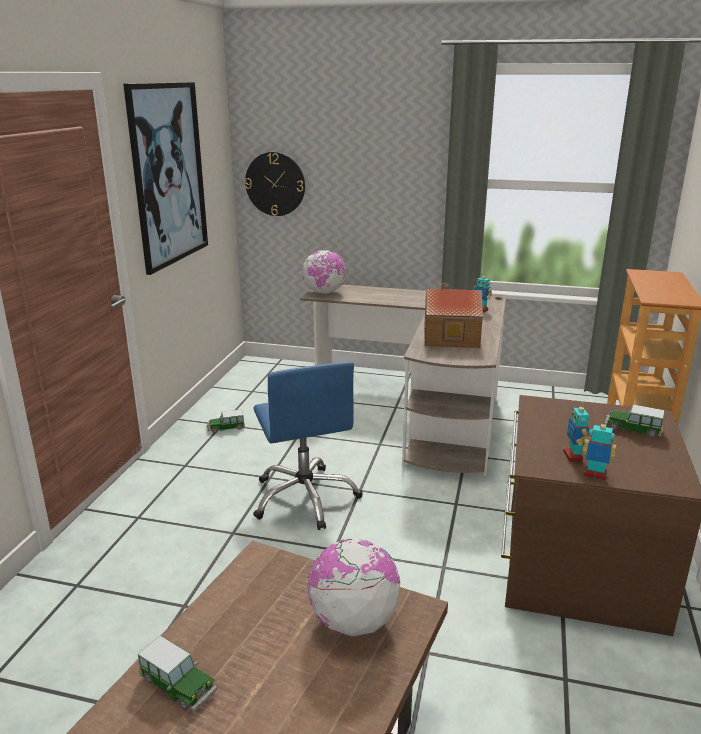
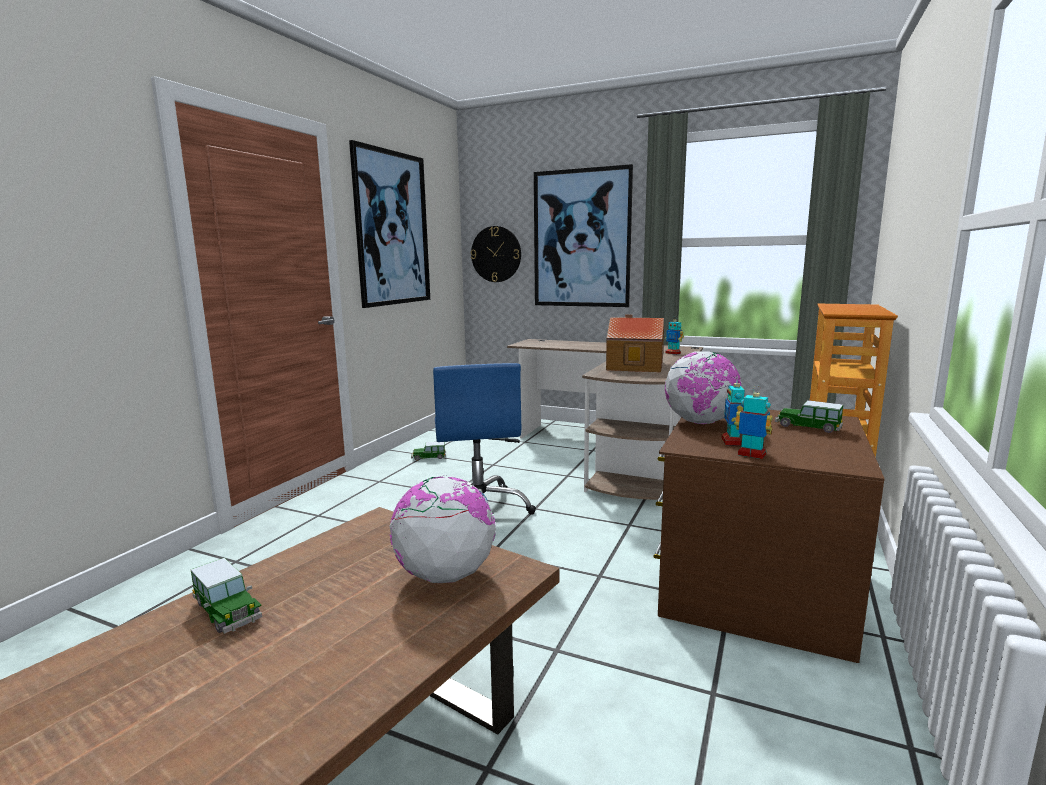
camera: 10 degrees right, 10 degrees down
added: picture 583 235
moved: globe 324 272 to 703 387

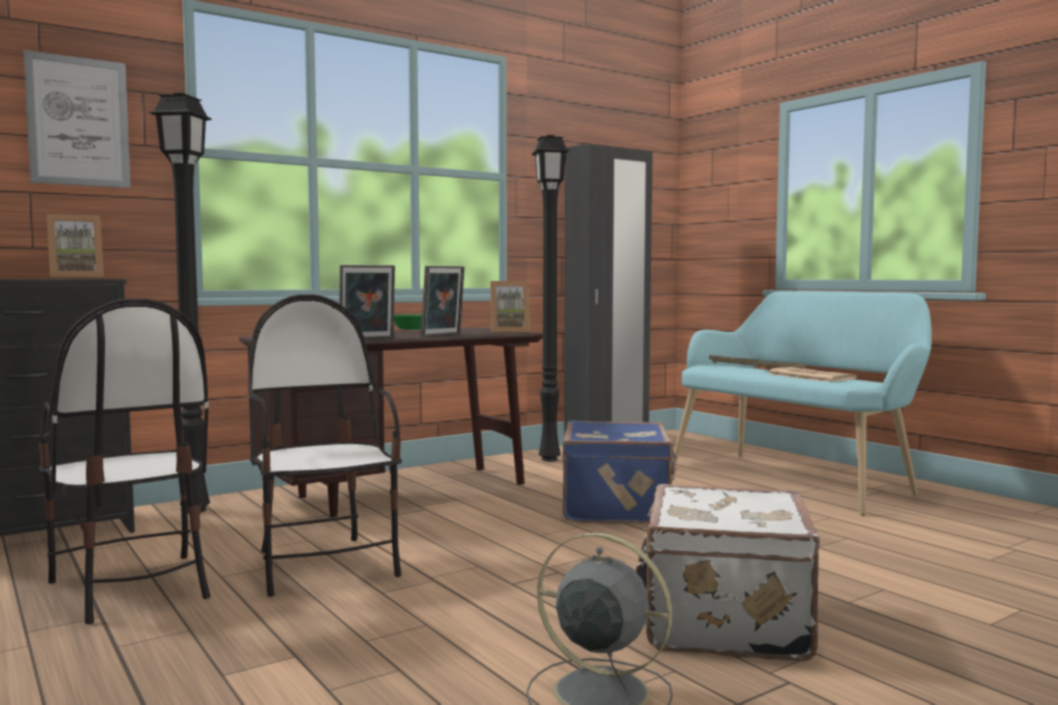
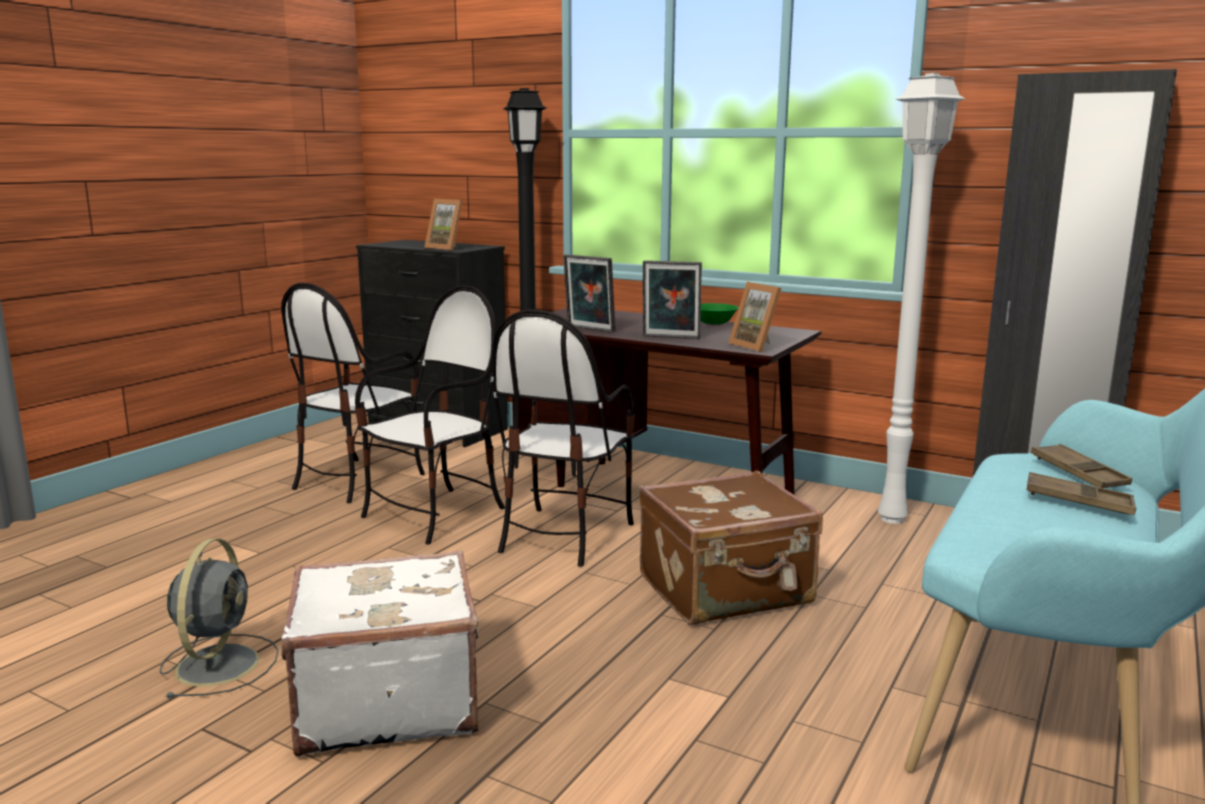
camera: 65 degrees right, 10 degrees up
removed: picture 77 119; newspaper 811 374
added: chair 563 438
recoloured: black floor lamp 550 298 to white floor lamp 922 298; blue suitcase 620 472 to brown suitcase 731 547

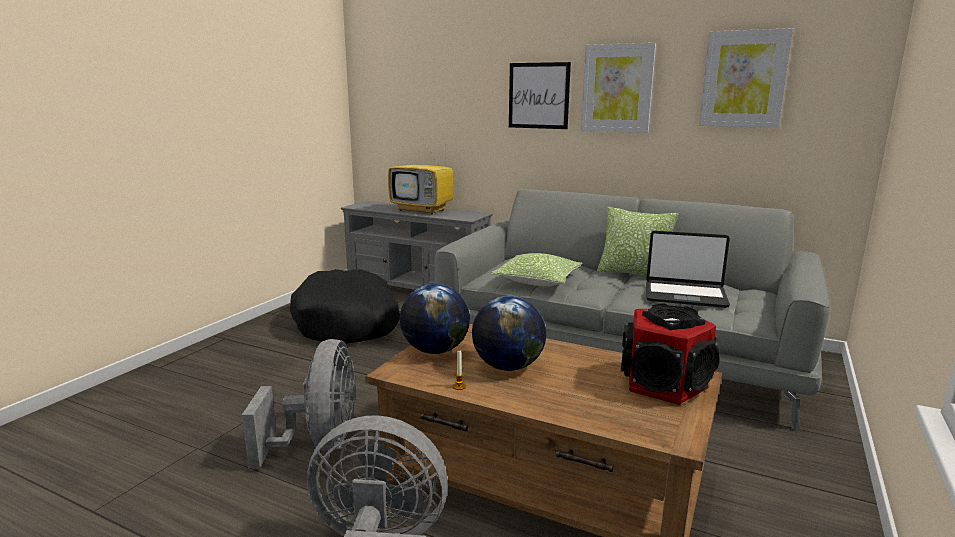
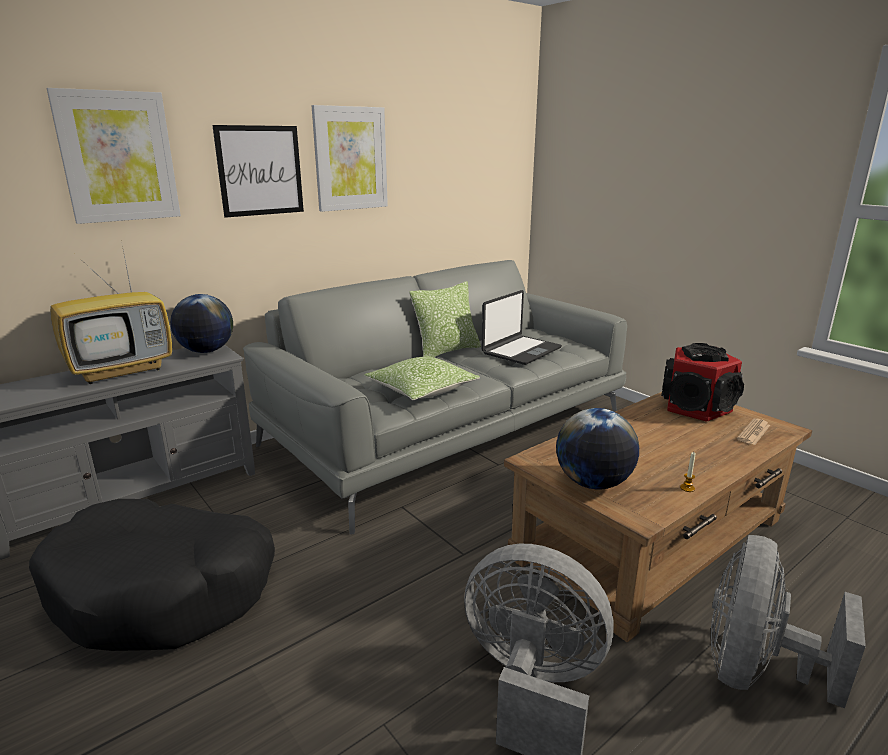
camera: 65 degrees left, 5 degrees up
added: newspaper 753 431
moved: picture 746 78 to 114 156; globe 509 333 to 201 323

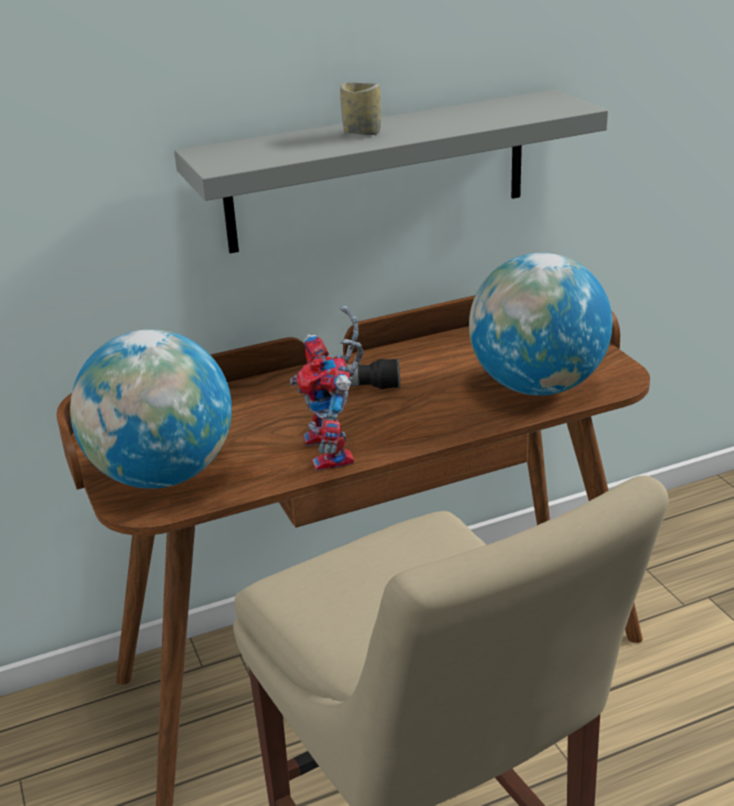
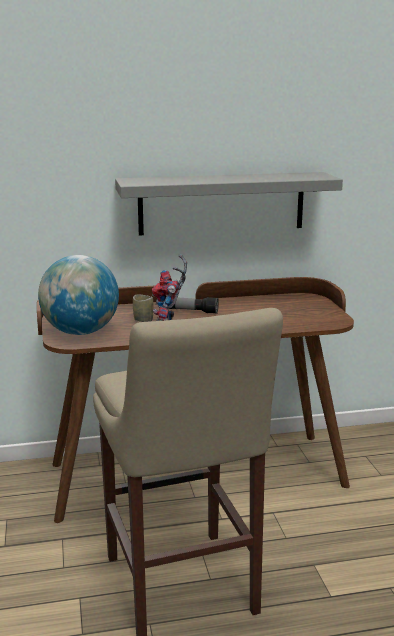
camera: 10 degrees right, 10 degrees down
removed: globe 540 324
moved: cup 360 108 to 143 308

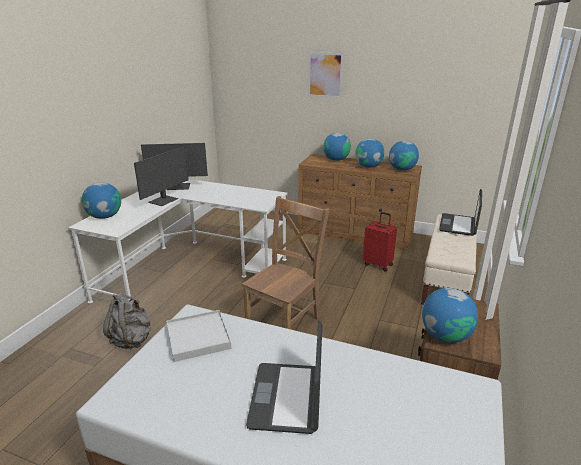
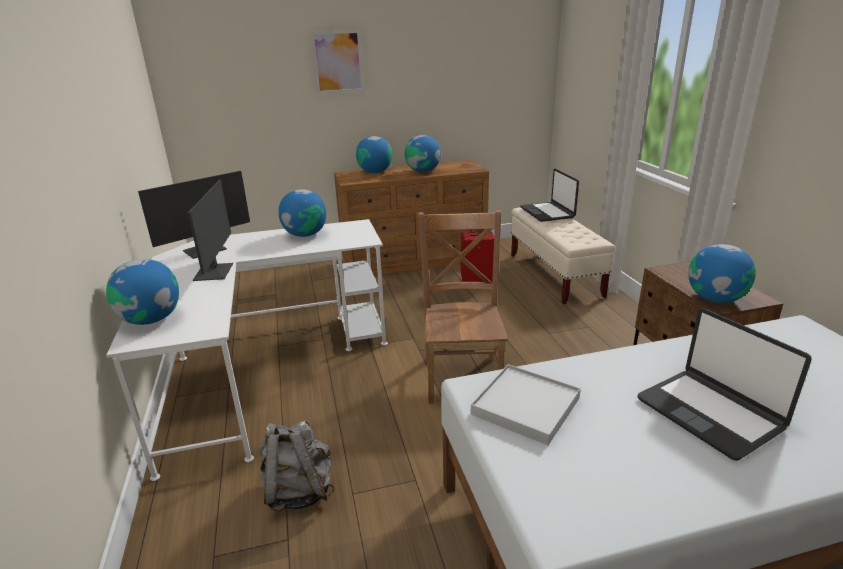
camera: 35 degrees left, 0 degrees up
moved: globe 404 156 to 302 213

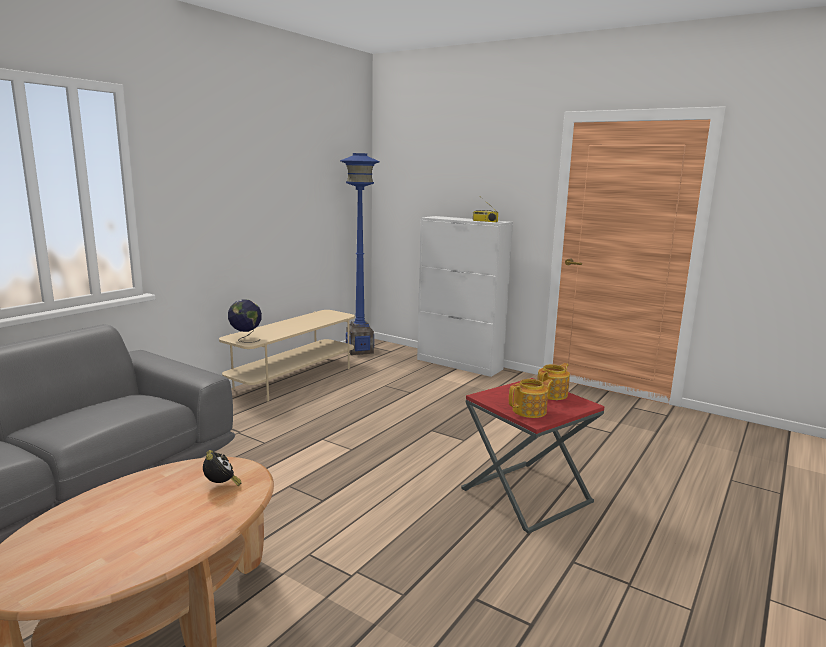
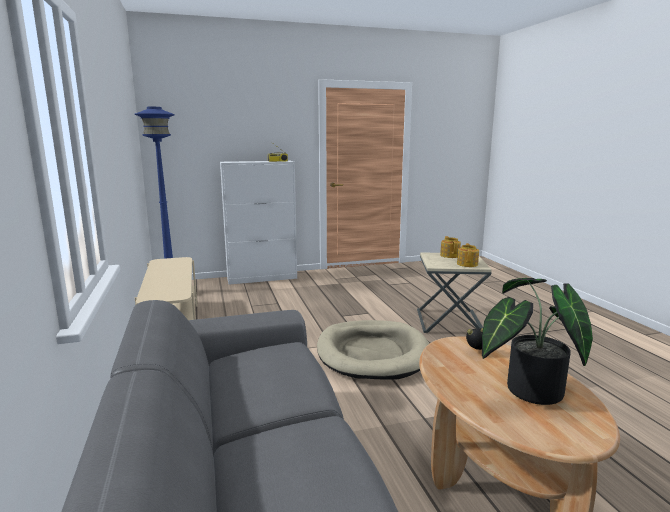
camera: 50 degrees left, 0 degrees up
removed: globe 245 321
added: potted plant 537 341; beige dog bed 373 350
recoloured: red side table 532 456 to beige side table 454 292

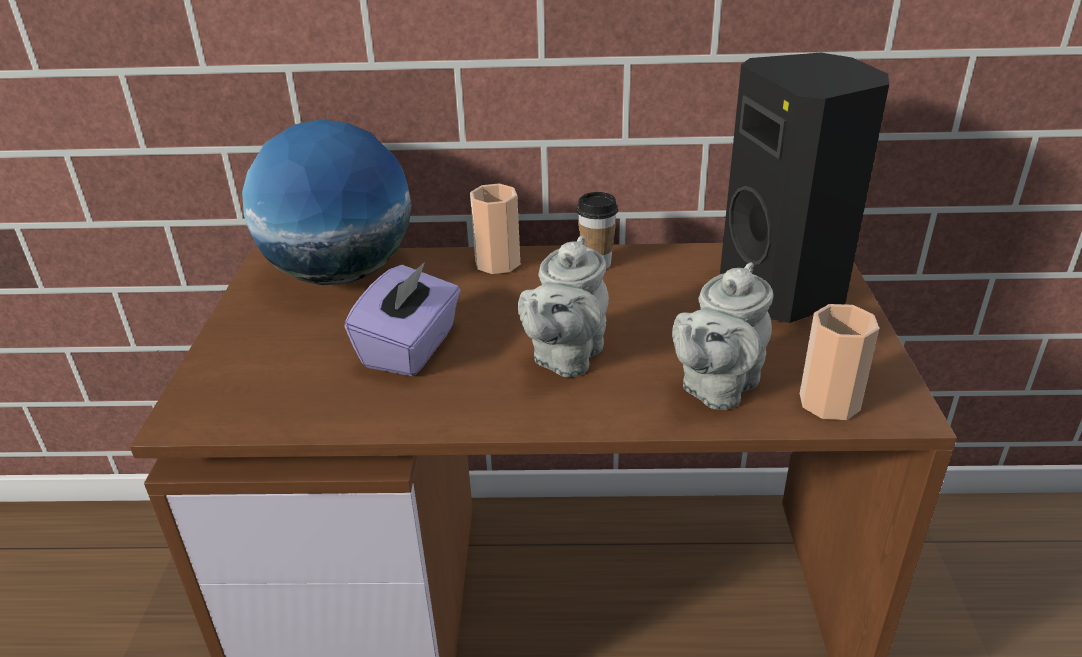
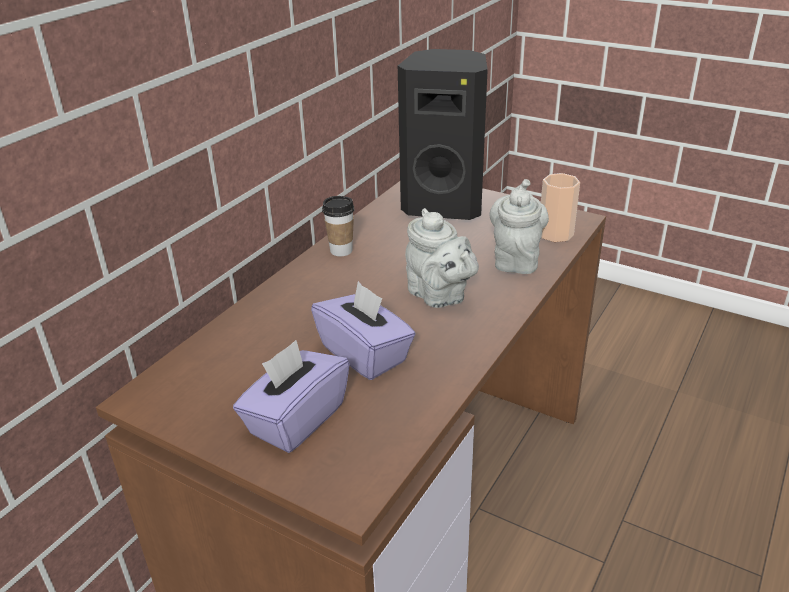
camera: 60 degrees left, 0 degrees up
removed: globe 327 202; cup 495 229
added: purple tissue box 291 396
turned: grey teapot 723 336 = 519 226 150 degrees counterclockwise

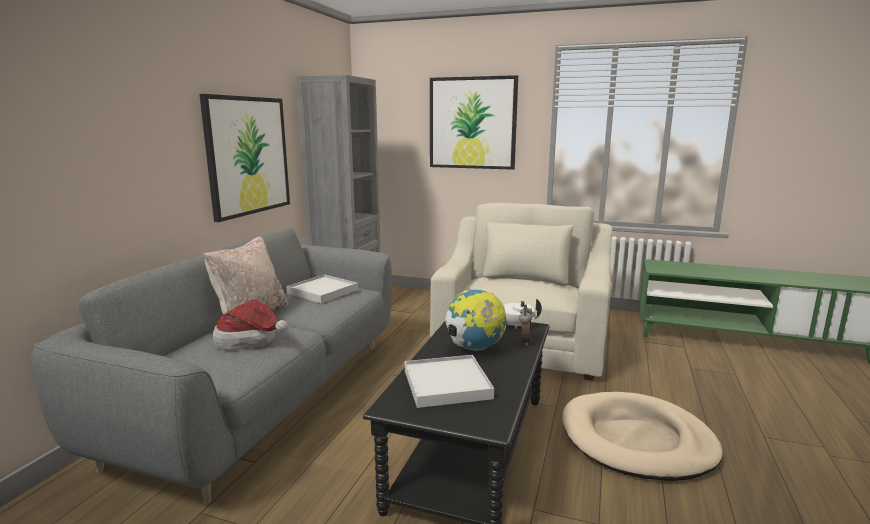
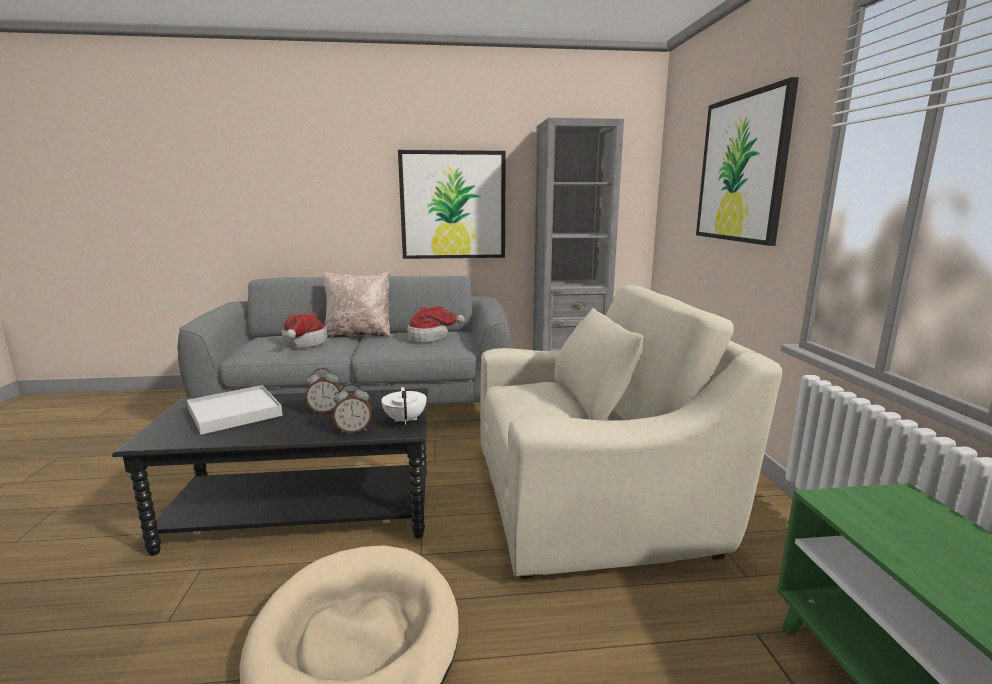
camera: 65 degrees right, 0 degrees up
replaced: white tray 322 288 to hat 436 325; globe 476 320 to alarm clock 322 390

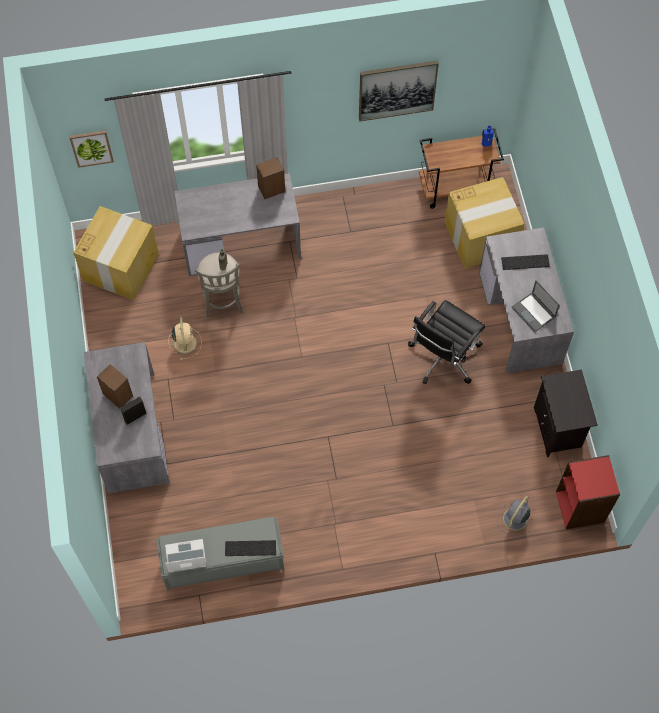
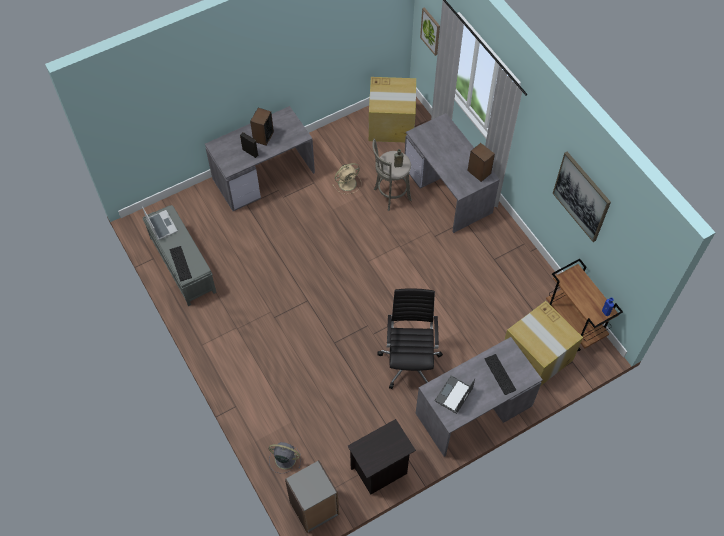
camera: 70 degrees right, 5 degrees down
recoloured: red bookcase 588 492 to grey bookcase 312 496
turned: black office chair 446 342 = 410 339 75 degrees clockwise

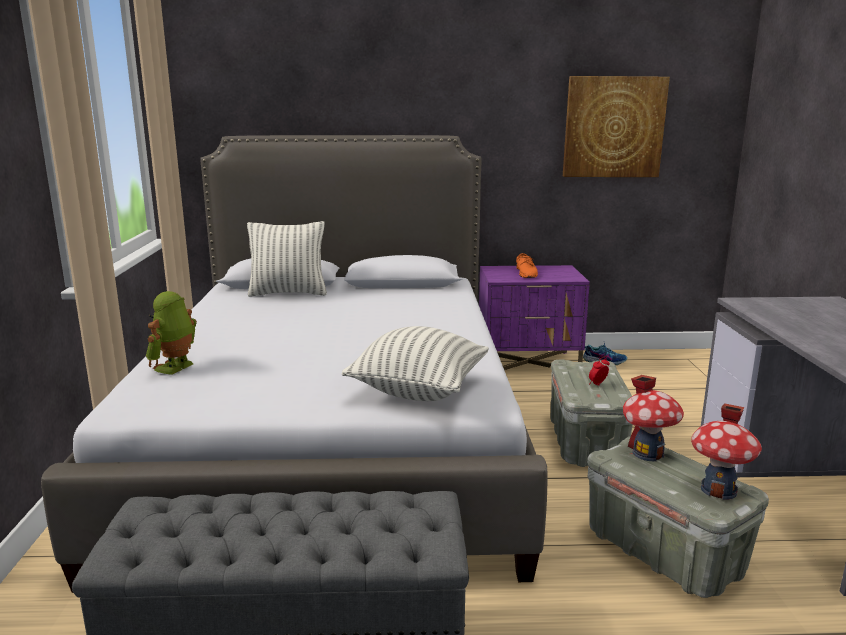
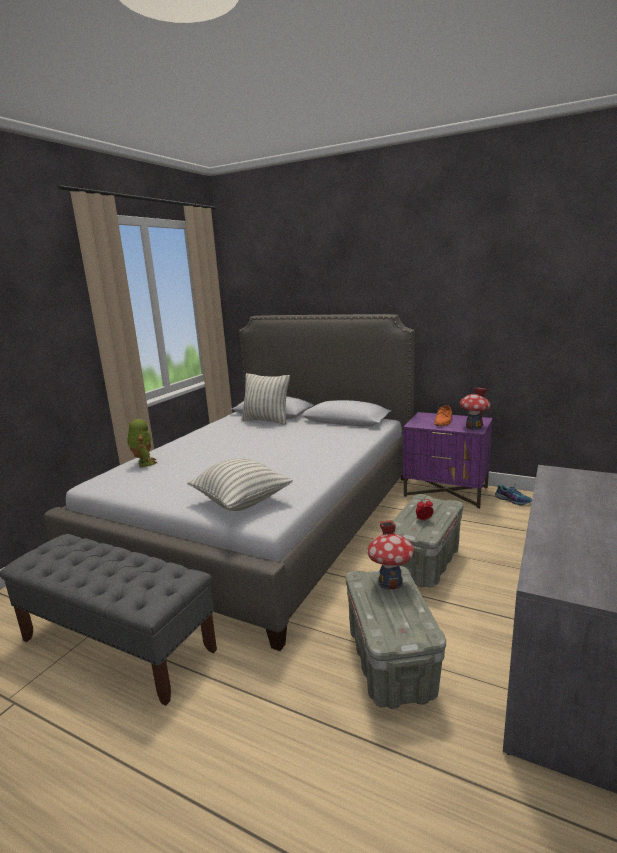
camera: 30 degrees right, 0 degrees up
removed: picture 616 126
moved: toy house 726 451 to 475 409
turned: toy robot 171 333 = 142 443 105 degrees clockwise

